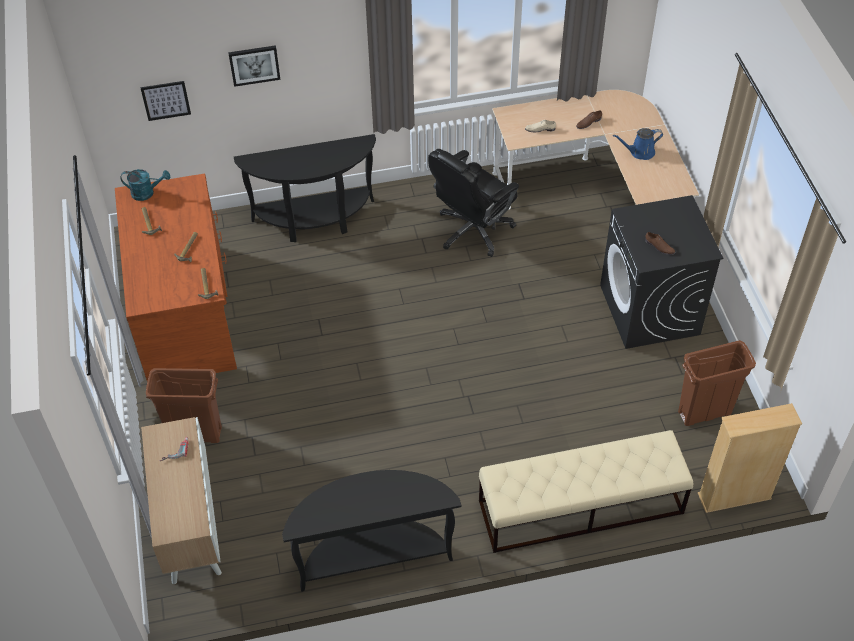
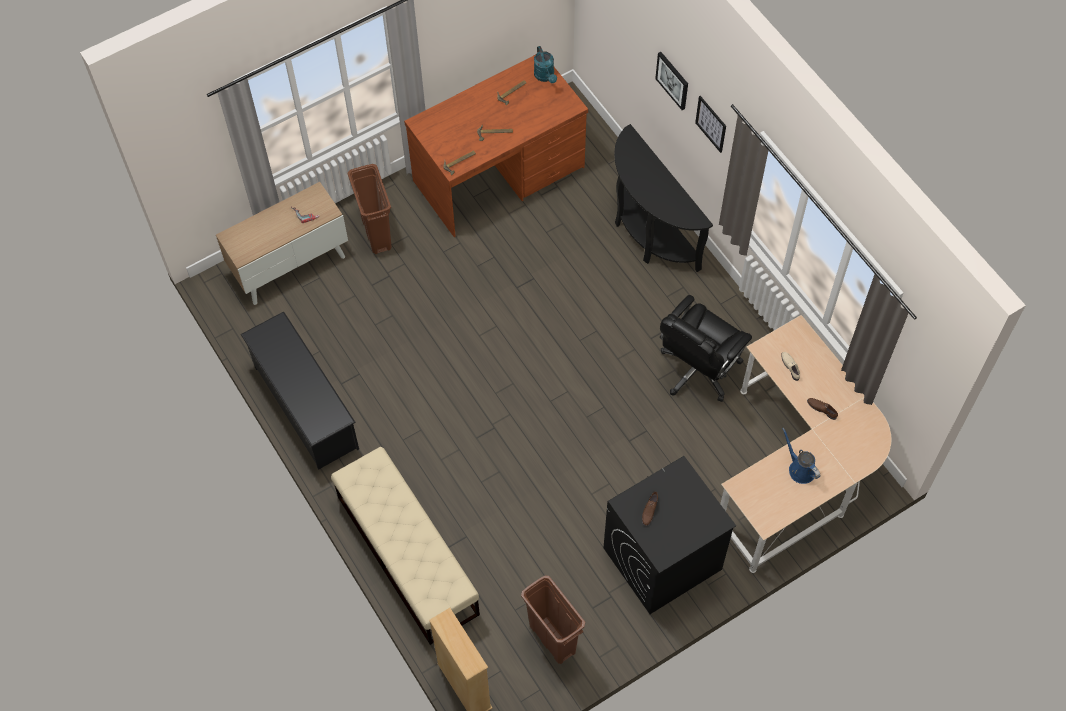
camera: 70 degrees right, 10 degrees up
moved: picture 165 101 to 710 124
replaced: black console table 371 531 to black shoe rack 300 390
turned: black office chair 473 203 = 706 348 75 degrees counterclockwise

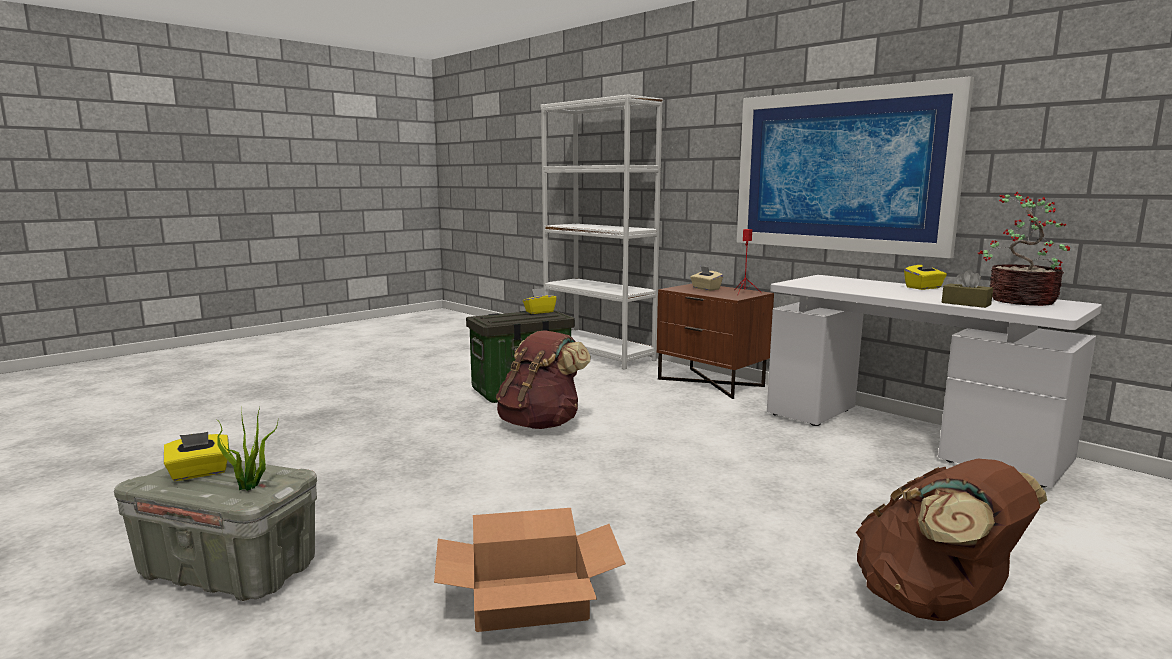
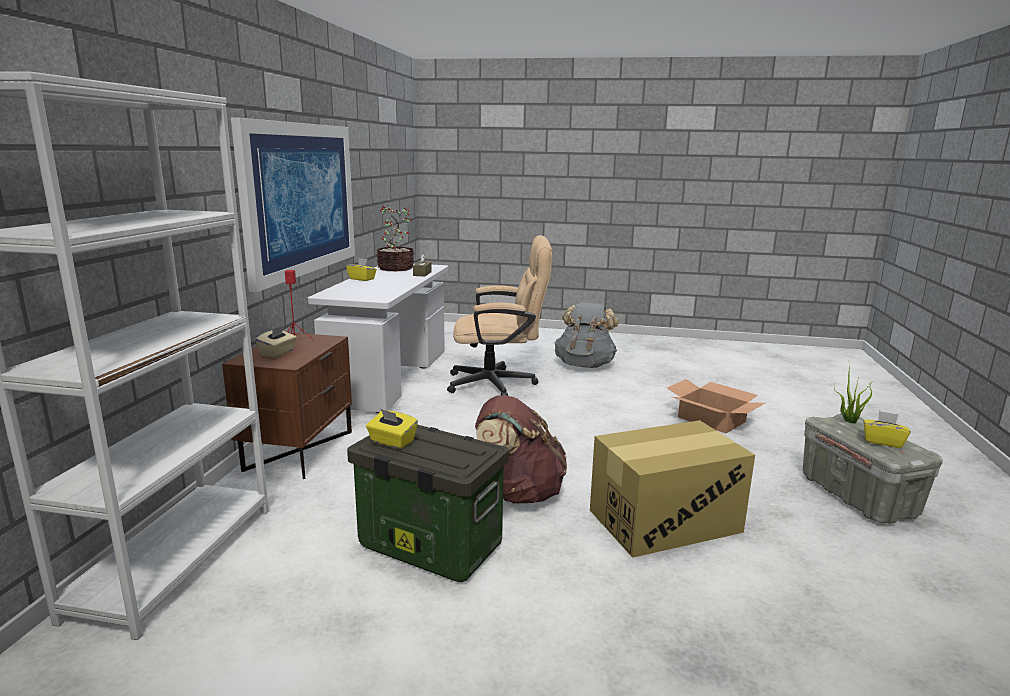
camera: 125 degrees left, 5 degrees up
added: beige office chair 499 315; cardboard box 672 489
recoloured: brown backpack 951 540 to grey backpack 587 335

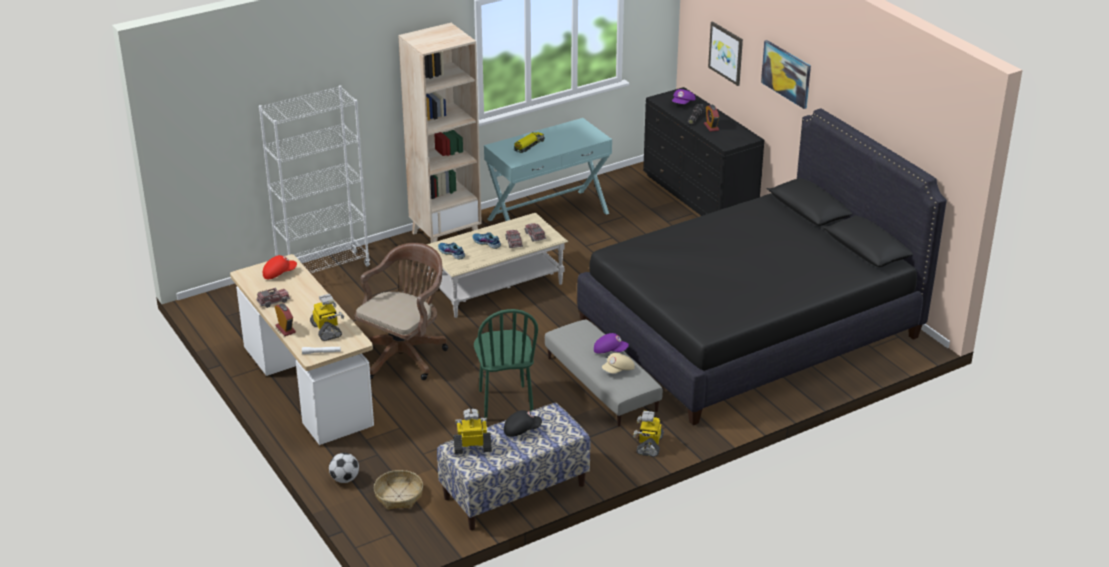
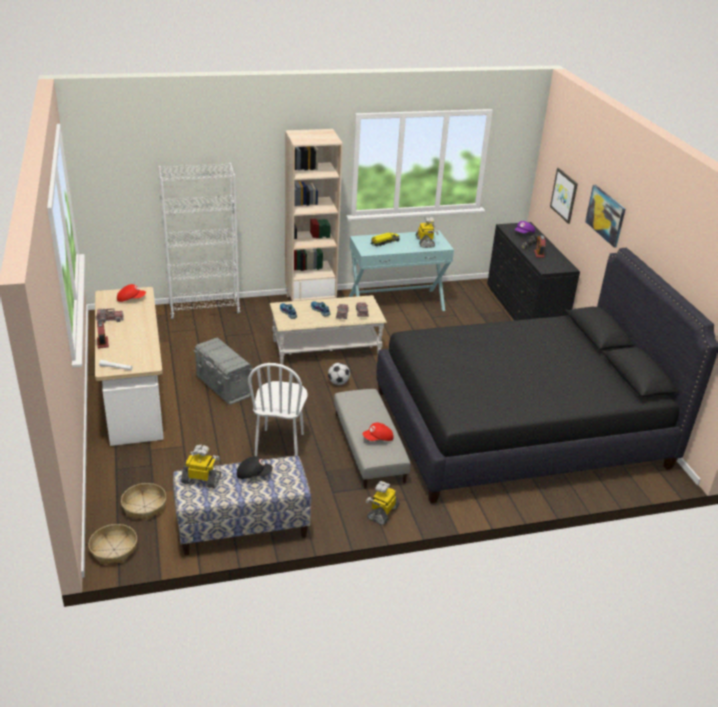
camera: 15 degrees right, 0 degrees up
removed: purple cap 611 343
added: basket 112 544
moved: toy robot 327 317 to 427 232; football 344 468 to 339 374
replaced: brown office chair 401 311 to grey storage box 223 371
recoloured: green chair 506 363 to white chair 278 410; beige cap 618 363 to red cap 378 432

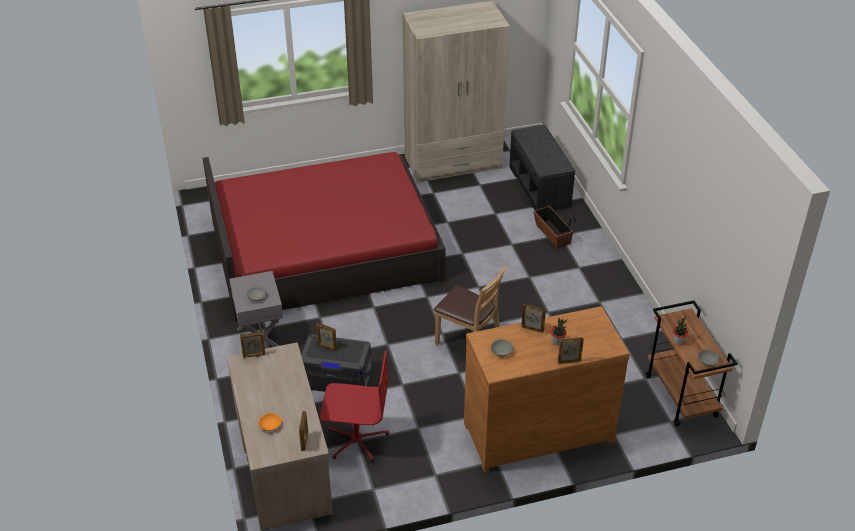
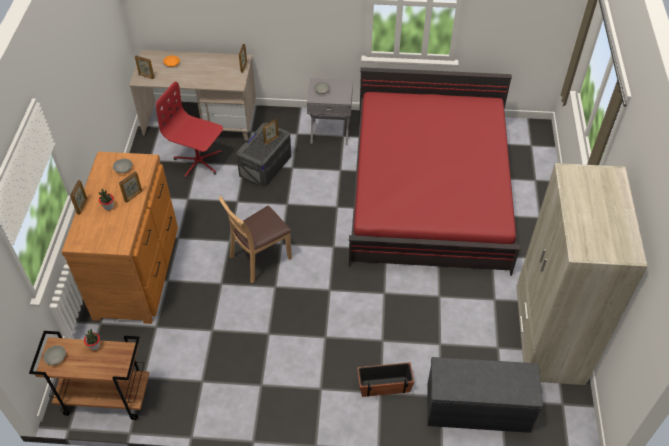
camera: 110 degrees right, 10 degrees up
turned: red office chair 354 406 = 189 129 90 degrees clockwise

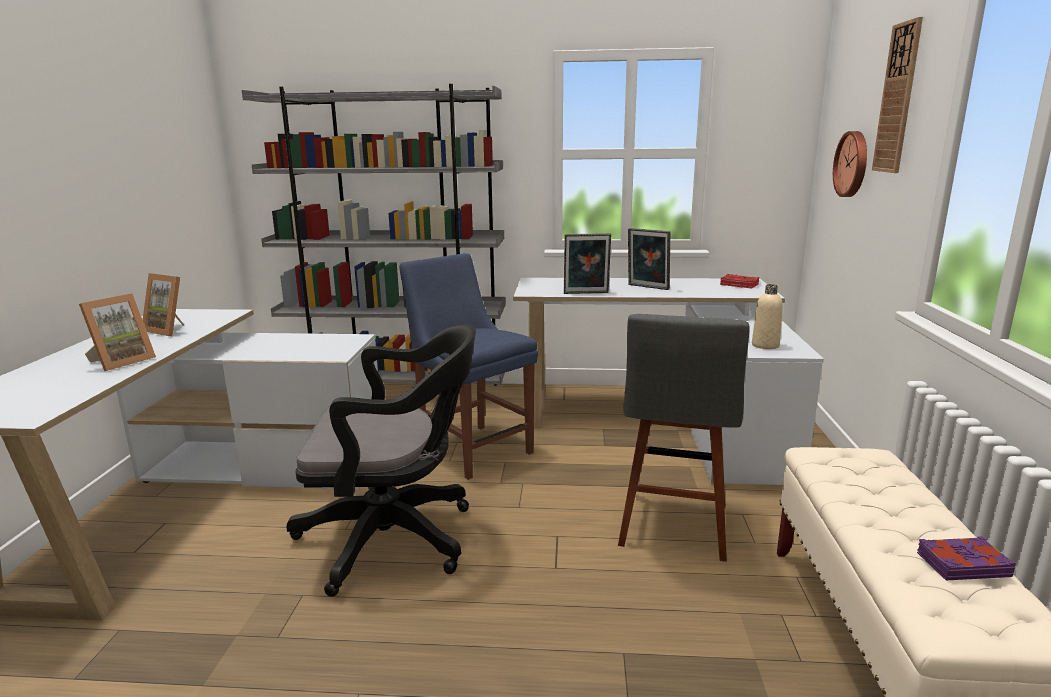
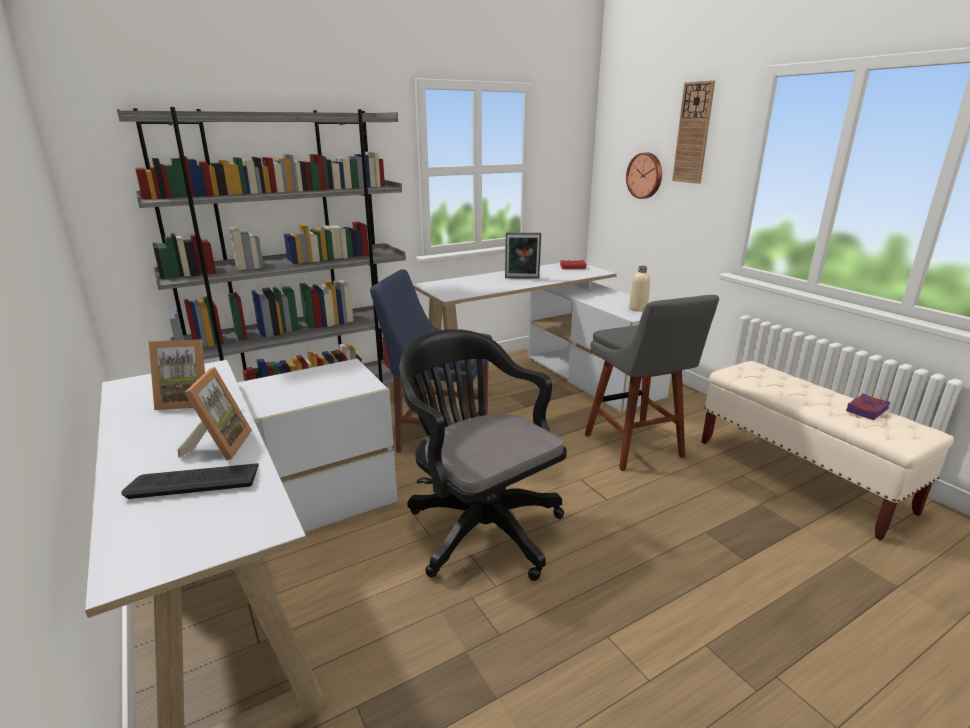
camera: 35 degrees left, 5 degrees up
removed: picture frame 587 263
added: keyboard 190 481
turned: black office chair 381 461 = 483 455 90 degrees counterclockwise

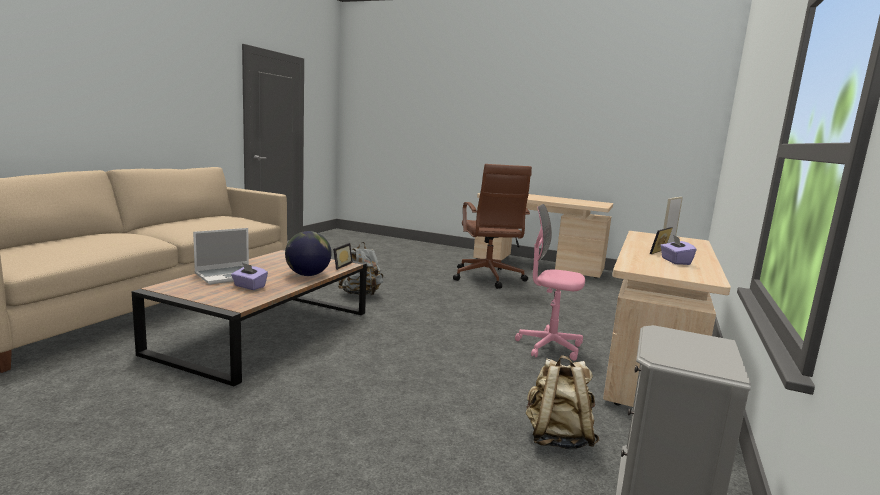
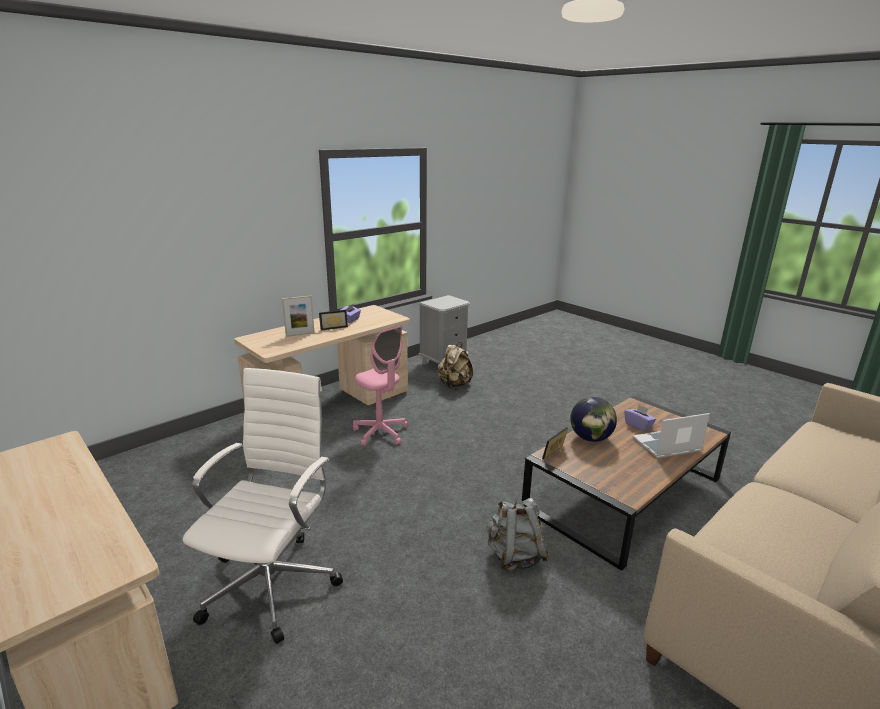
camera: 155 degrees left, 10 degrees up
recoloured: brown office chair 492 226 to white office chair 263 506

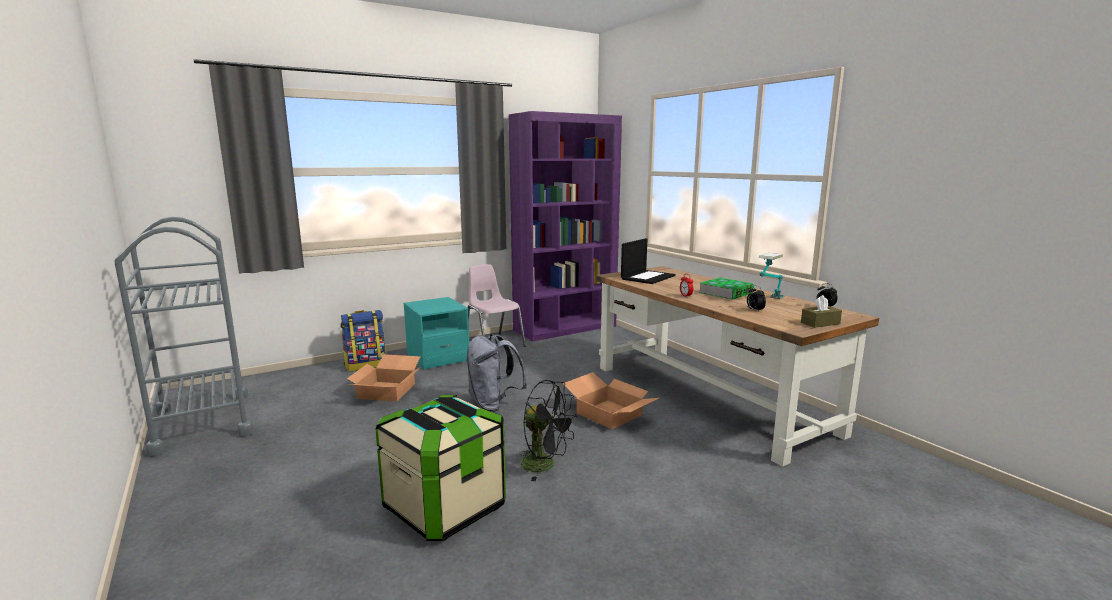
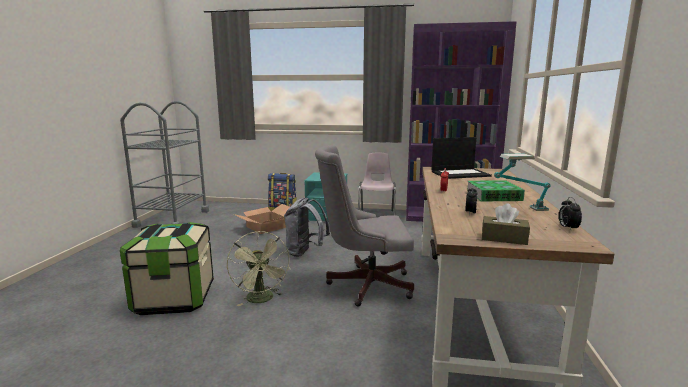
camera: 40 degrees right, 0 degrees up
replaced: cardboard box 611 400 to grey office chair 364 226
recoloured: black fan 548 430 to green fan 258 268

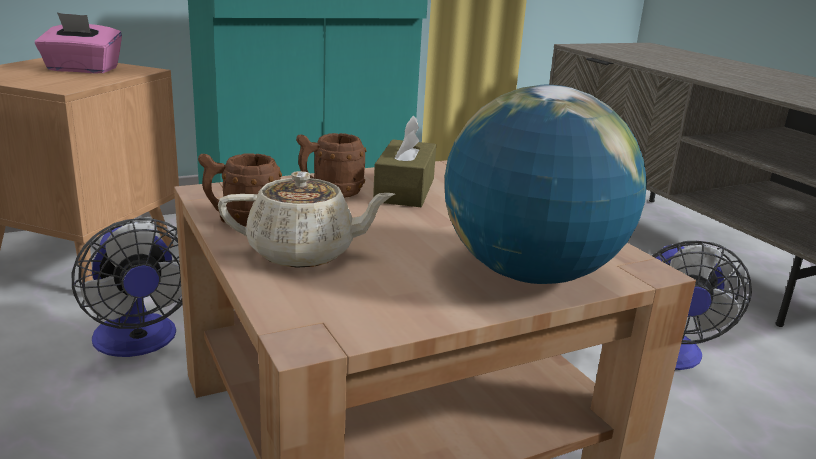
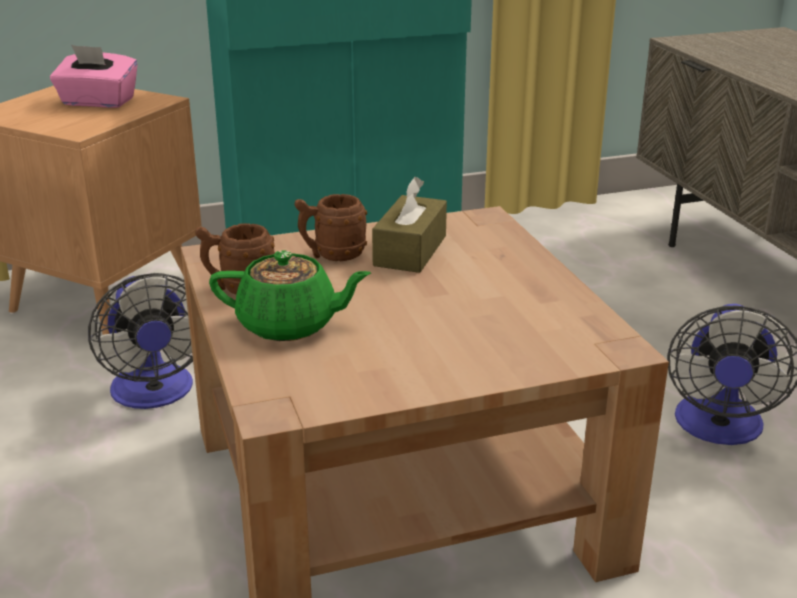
camera: 10 degrees right, 5 degrees up
removed: globe 546 184
recoloured: beige teapot 306 219 to green teapot 290 296

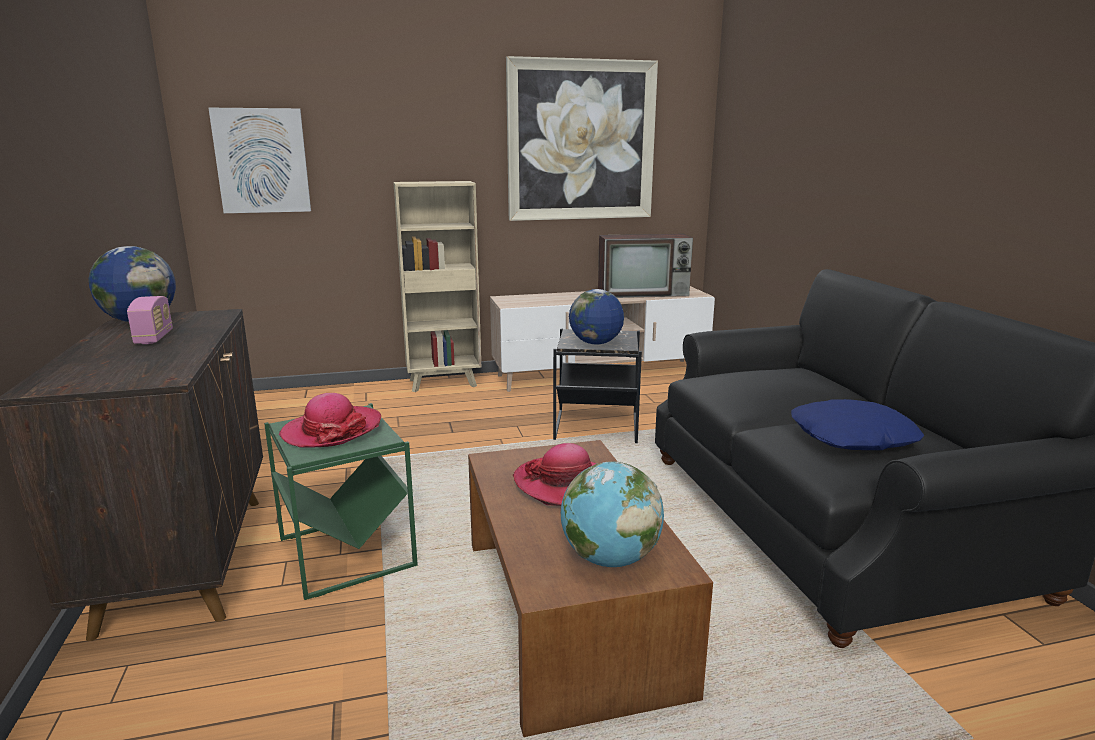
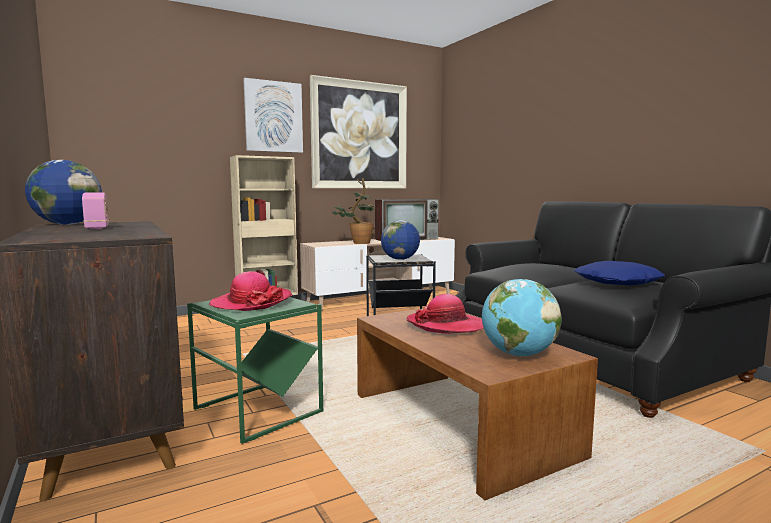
camera: 15 degrees left, 10 degrees down
added: potted plant 352 211
moved: picture 260 160 to 273 115

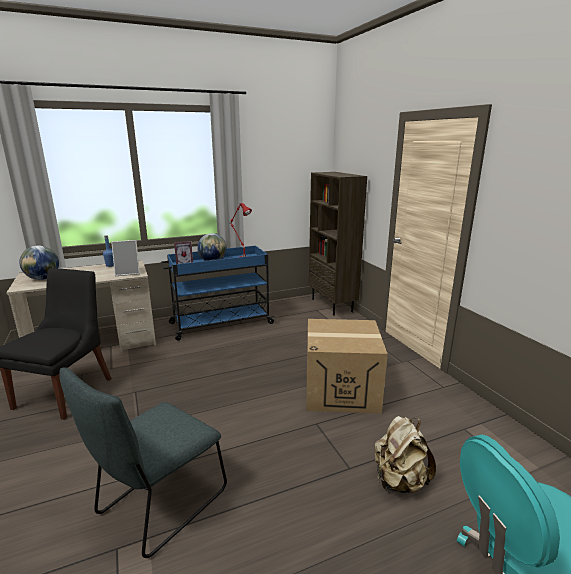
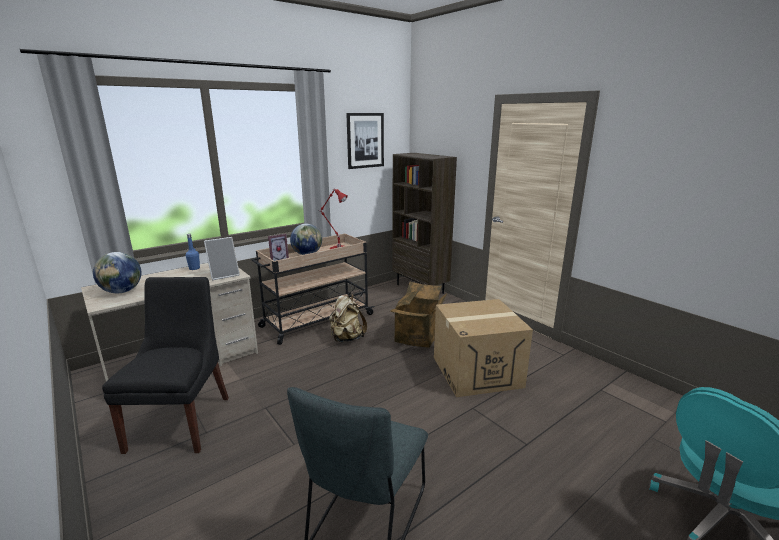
camera: 15 degrees left, 0 degrees up
added: picture 365 141; cardboard box 418 315
moved: beige backpack 405 454 to 348 318
recoloured: blue cart 218 293 to beige cart 312 289

